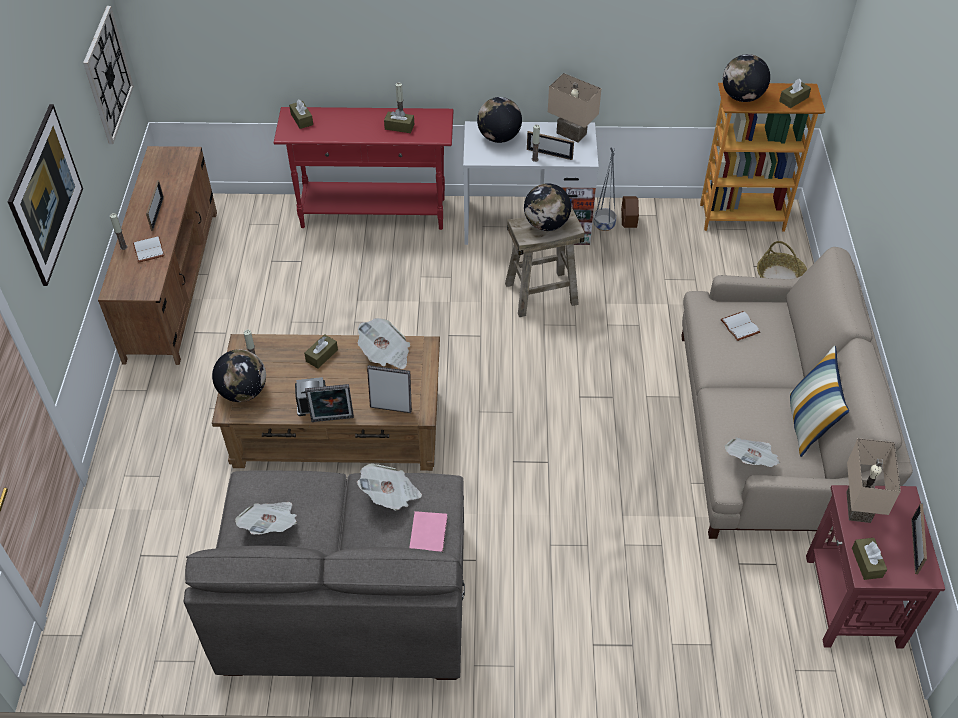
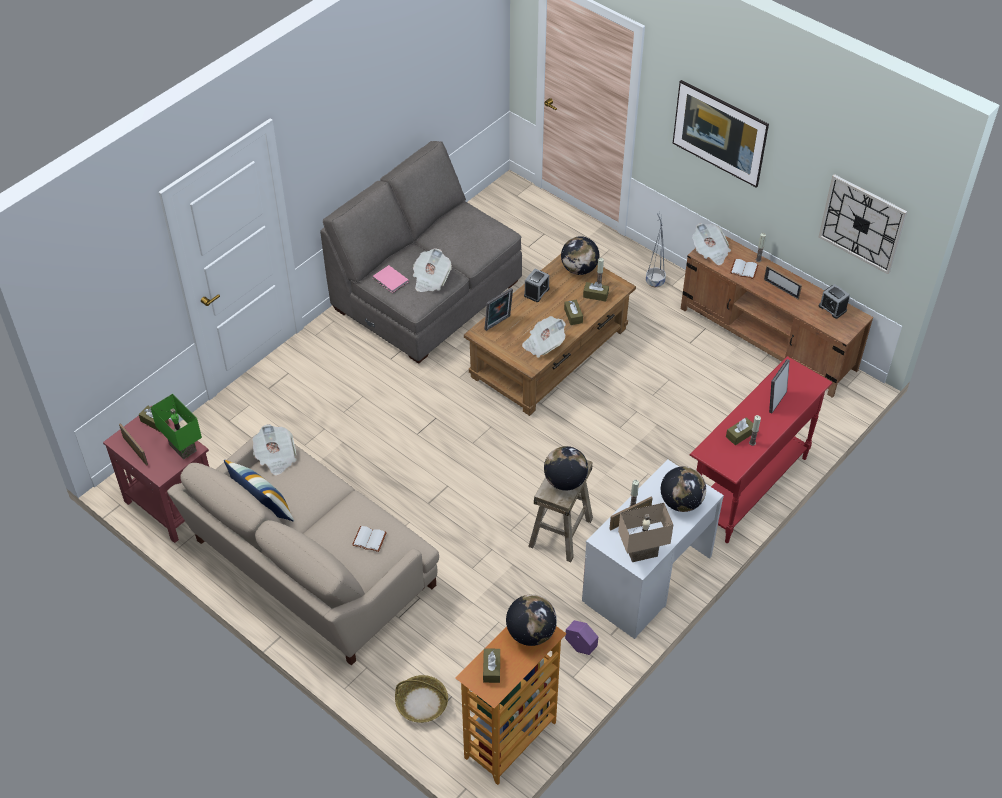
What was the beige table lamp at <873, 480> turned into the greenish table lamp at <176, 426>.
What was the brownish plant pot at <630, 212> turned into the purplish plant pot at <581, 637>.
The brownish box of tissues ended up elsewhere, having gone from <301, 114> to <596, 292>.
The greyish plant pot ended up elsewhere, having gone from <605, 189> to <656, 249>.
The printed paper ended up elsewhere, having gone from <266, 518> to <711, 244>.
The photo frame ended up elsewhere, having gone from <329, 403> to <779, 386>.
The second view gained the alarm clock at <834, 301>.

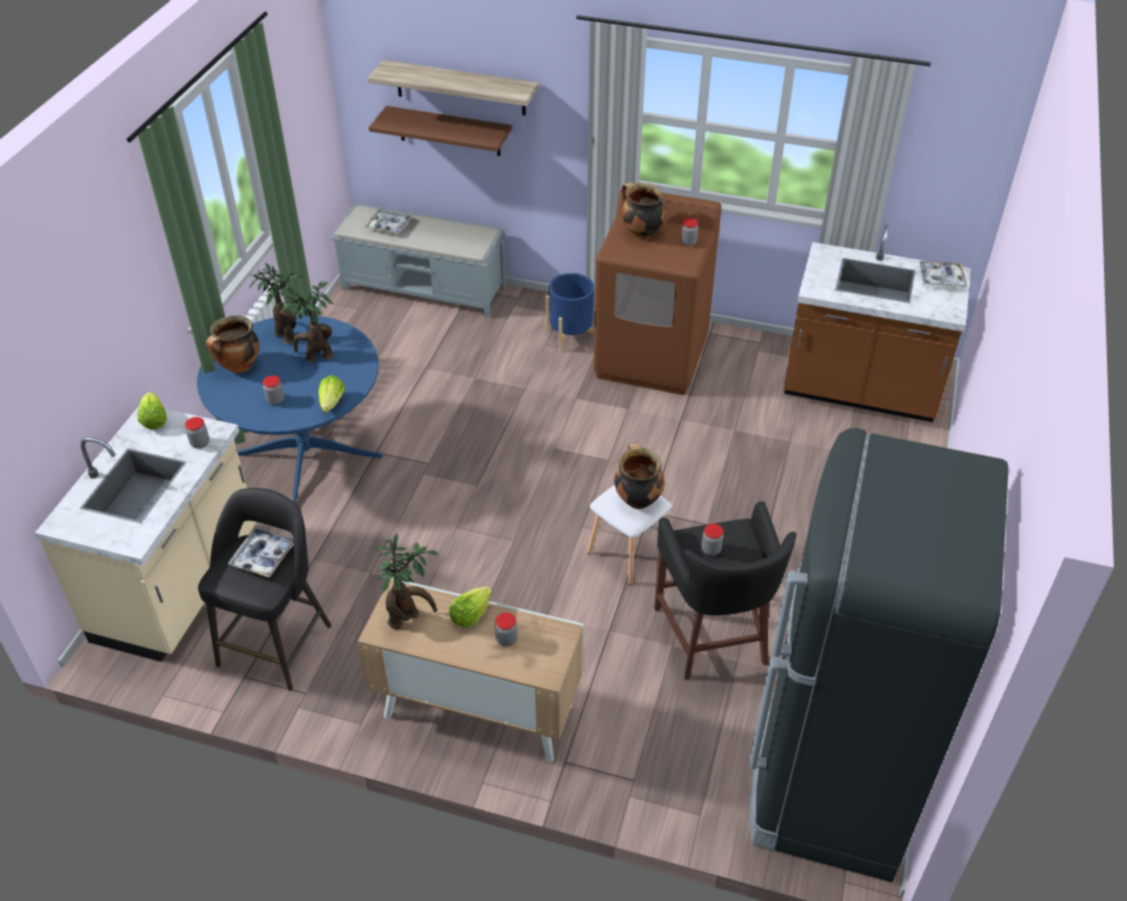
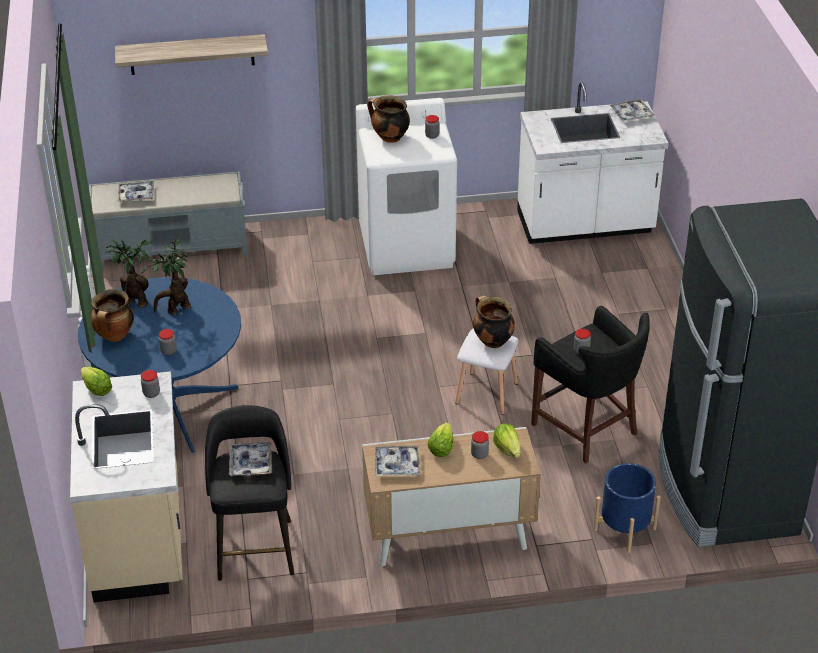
What was the brownish laundry appliance at <658, 292> turned into the whitish laundry appliance at <406, 186>.
Where the houseplant stood at <407, 582>, the tray came to stand at <398, 460>.
The head of lettuce ended up elsewhere, having gone from <332, 393> to <506, 440>.
What was the brownish kitchen base unit at <877, 323> turned into the whitish kitchen base unit at <593, 163>.
The bluish plant pot ended up elsewhere, having gone from <570, 312> to <627, 508>.
The second view lost the brownish bracket shelf at <440, 131>.

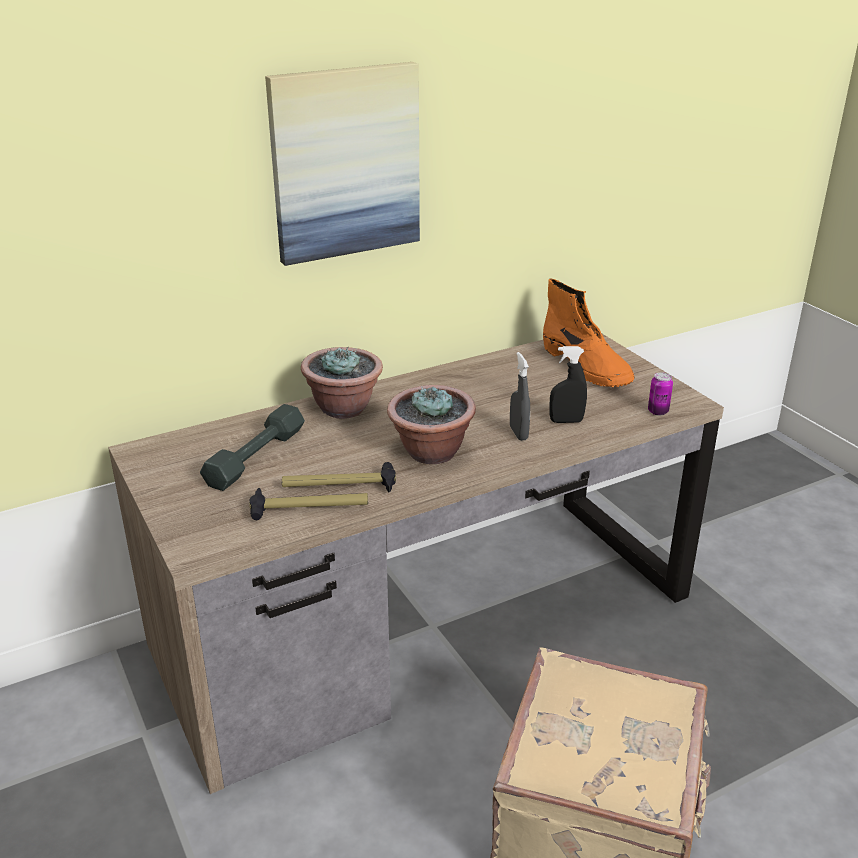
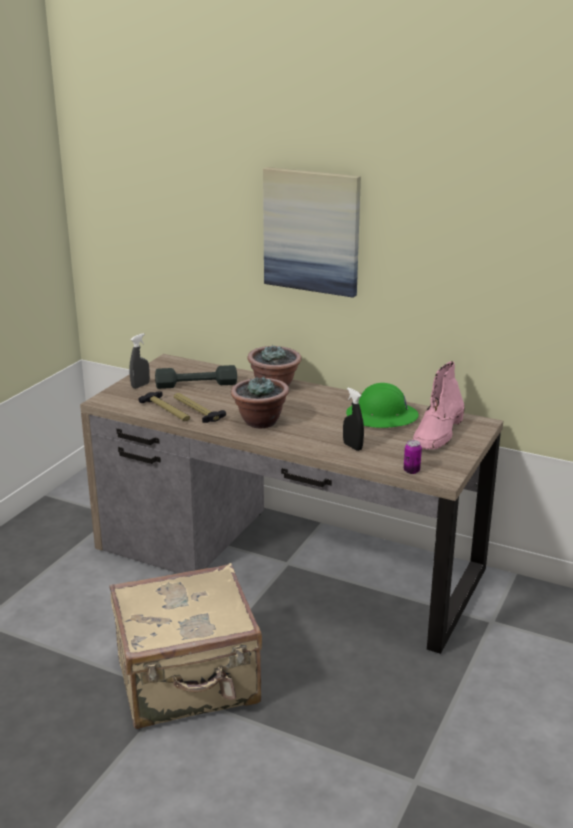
The greyish hand sprayer ended up elsewhere, having gone from <520, 396> to <139, 361>.
The second view gained the greenish hard hat at <382, 405>.
What was the orange tall boot at <589, 333> turned into the pink-coloured tall boot at <439, 405>.

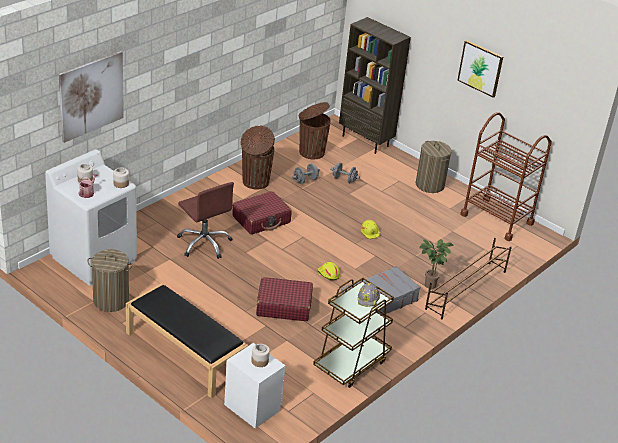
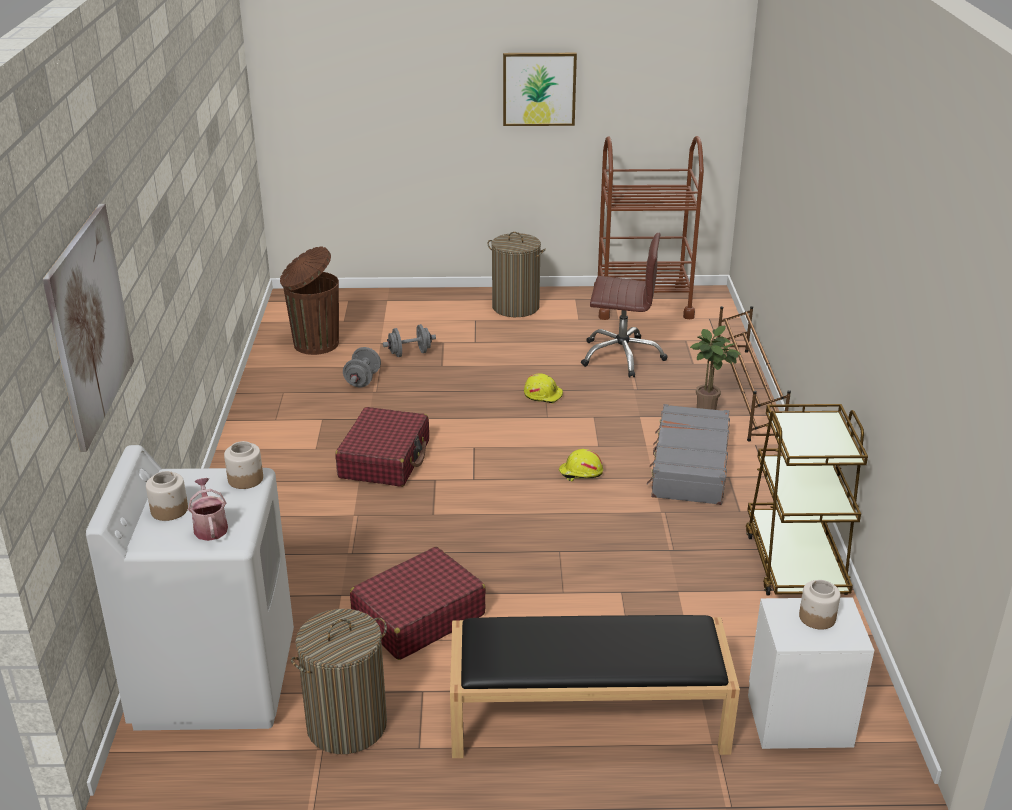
The reddish suitcase ended up elsewhere, having gone from <284, 299> to <418, 603>.
The brownish office chair ended up elsewhere, having gone from <205, 220> to <624, 305>.
The second view lost the brownish trash can at <258, 158>.
The second view lost the brownish bookcase at <375, 85>.
The second view lost the greyish hard hat at <369, 295>.

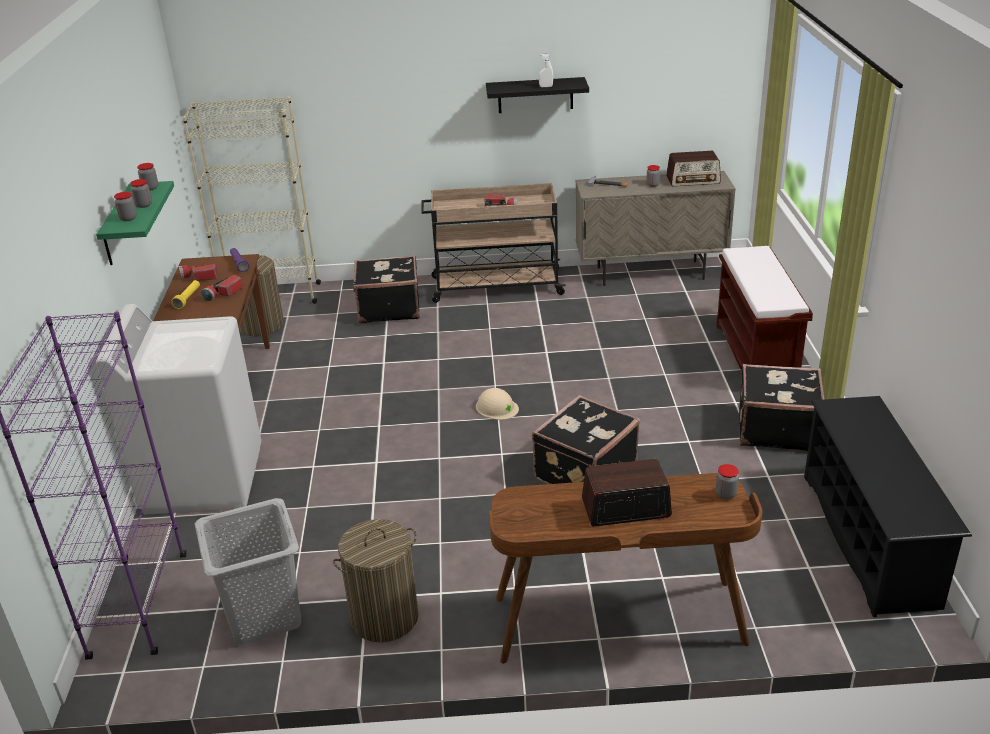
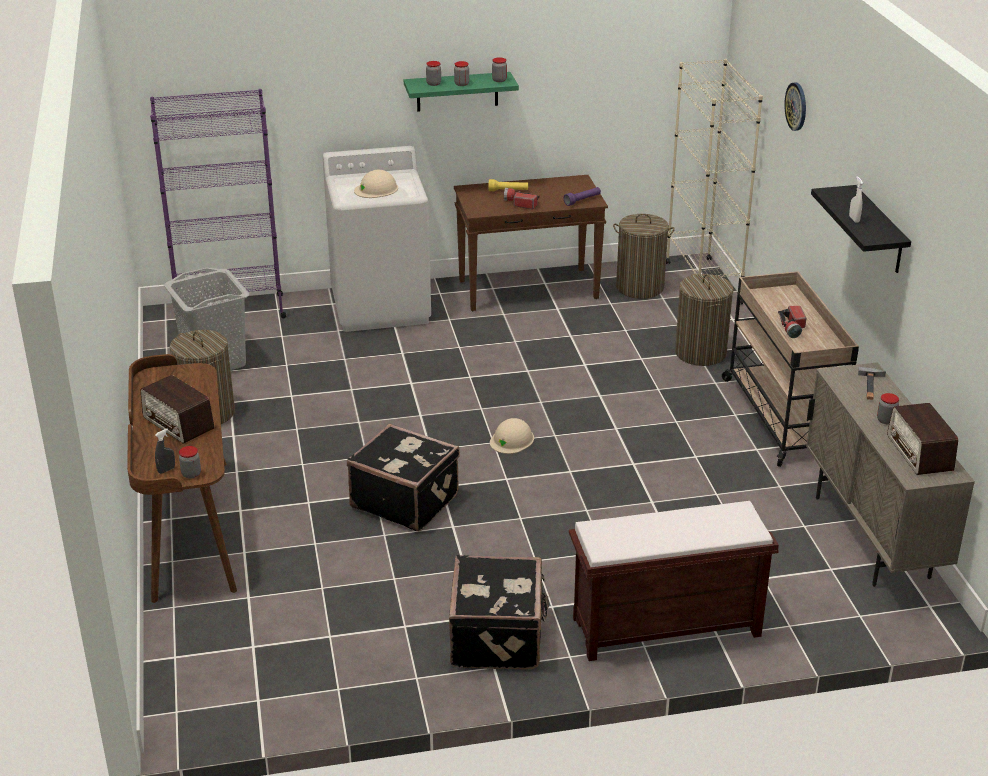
The radio receiver at <627, 493> ended up facing another way, 150 degrees clockwise from before.
The second view gained the greyish hand sprayer at <165, 451>.
The second view gained the beige hard hat at <376, 184>.
Where the blackish suitcase stood at <386, 289>, the washing basket came to stand at <704, 320>.
The second view gained the hanging clock at <795, 106>.
The second view lost the torch at <198, 272>.
The second view lost the blackish shoe shelf at <888, 506>.

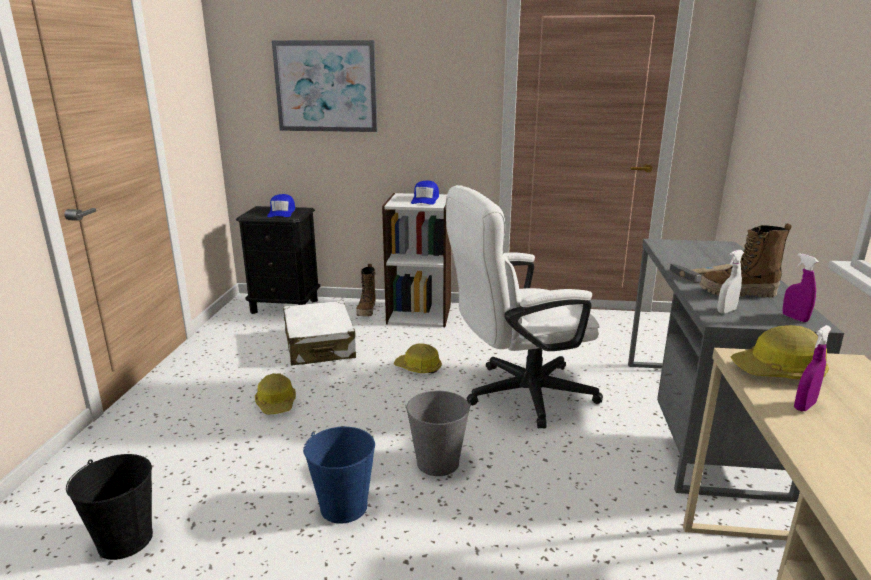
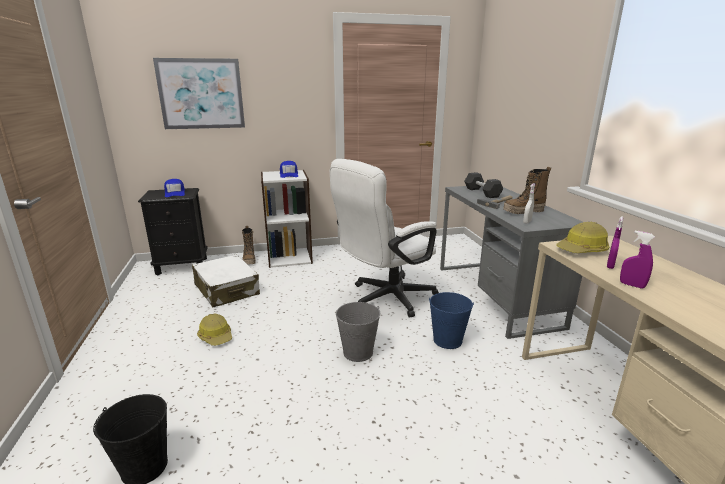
The bluish bucket ended up elsewhere, having gone from <339, 475> to <451, 320>.
The second view gained the blackish free weight at <483, 185>.
The purplish hand sprayer ended up elsewhere, having gone from <800, 287> to <637, 260>.
The second view lost the hard hat at <418, 358>.

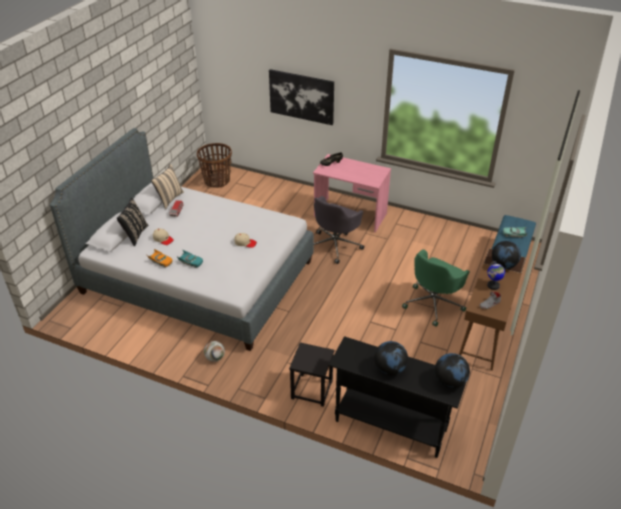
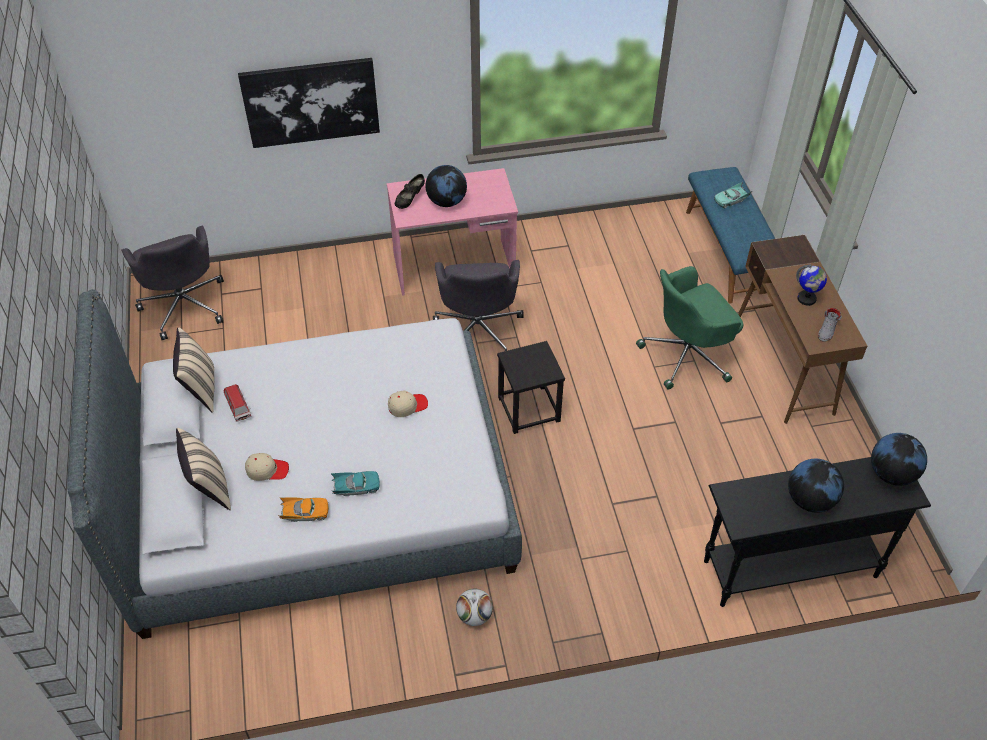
Where the household basket stood at <214, 165>, the greyish office chair came to stand at <172, 283>.
What was the blackish throw pillow at <132, 222> turned into the beige throw pillow at <203, 469>.
The world globe ended up elsewhere, having gone from <506, 255> to <446, 186>.
The blackish stool seat ended up elsewhere, having gone from <311, 374> to <531, 387>.
The greenish office chair at <436, 288> ended up facing another way, 60 degrees clockwise from before.

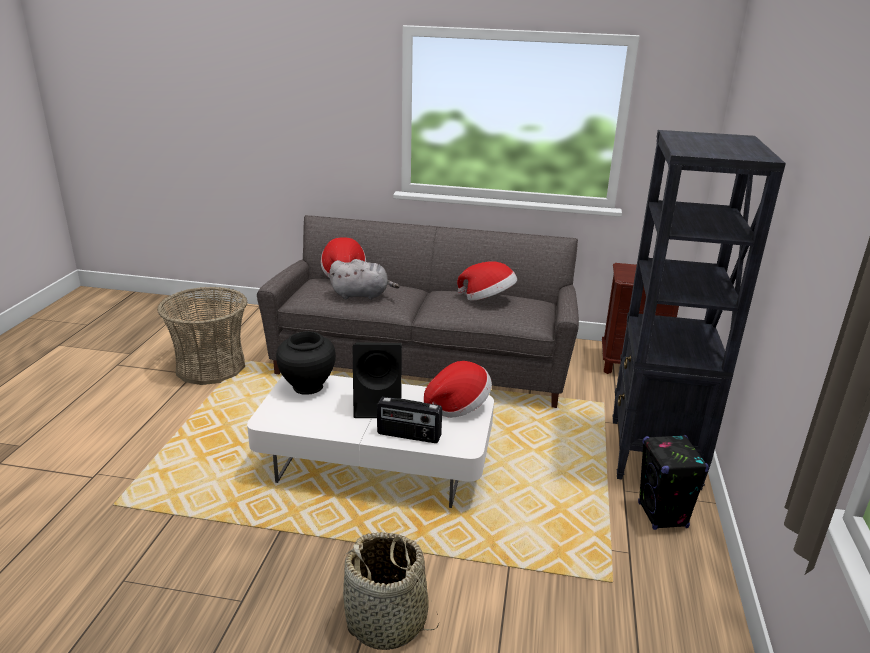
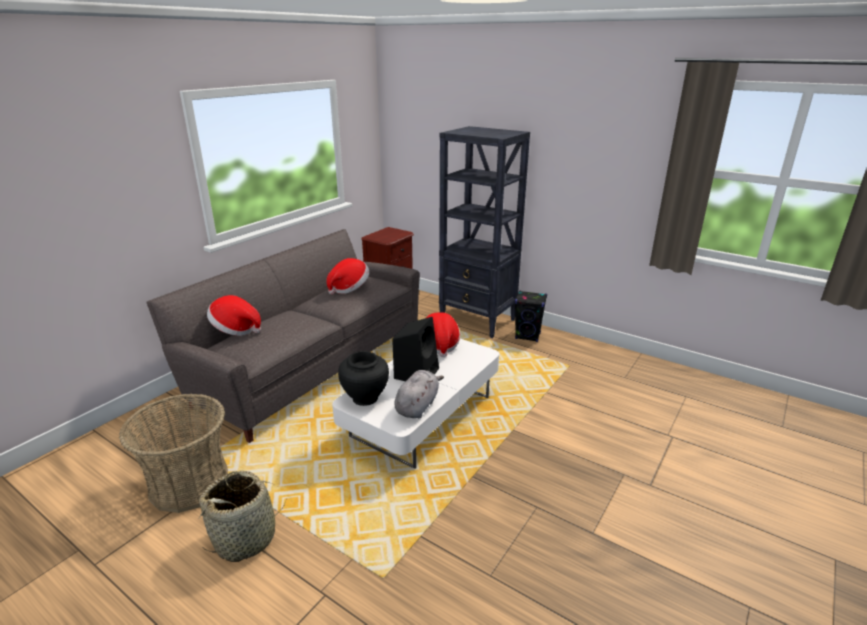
The household basket ended up elsewhere, having gone from <391, 591> to <242, 516>.
The greyish plush toy ended up elsewhere, having gone from <364, 279> to <419, 394>.
The second view lost the radio receiver at <409, 420>.

